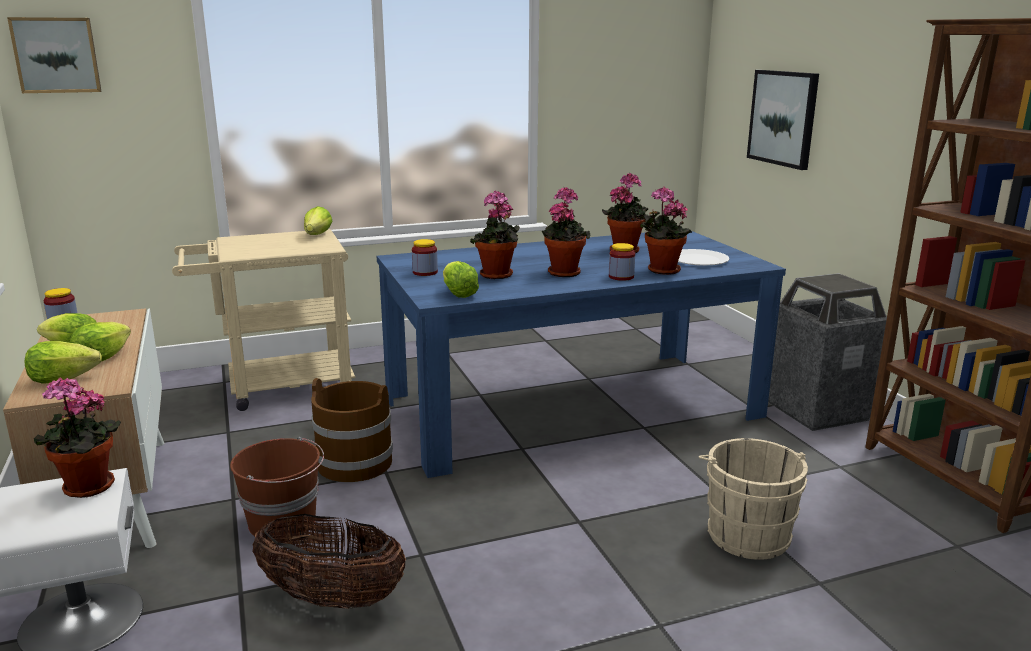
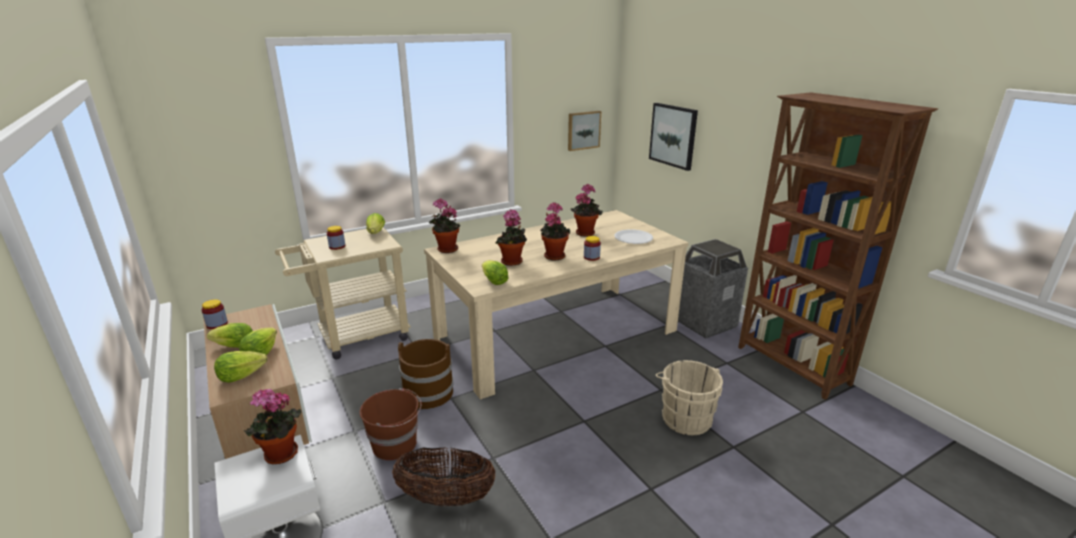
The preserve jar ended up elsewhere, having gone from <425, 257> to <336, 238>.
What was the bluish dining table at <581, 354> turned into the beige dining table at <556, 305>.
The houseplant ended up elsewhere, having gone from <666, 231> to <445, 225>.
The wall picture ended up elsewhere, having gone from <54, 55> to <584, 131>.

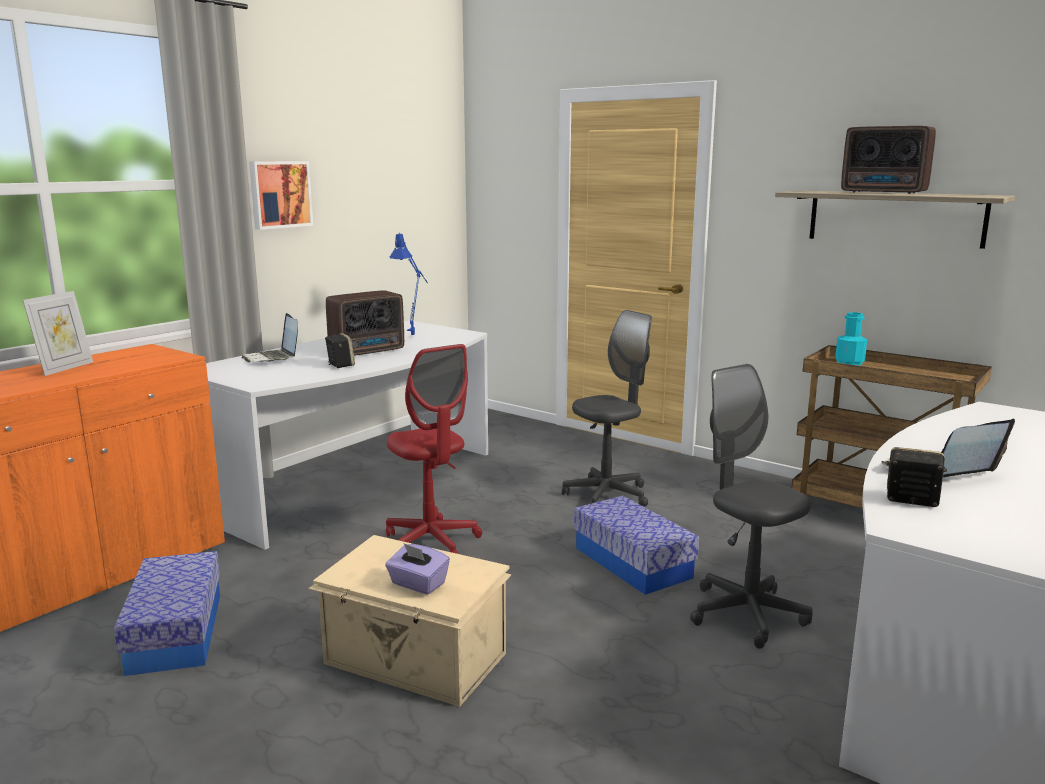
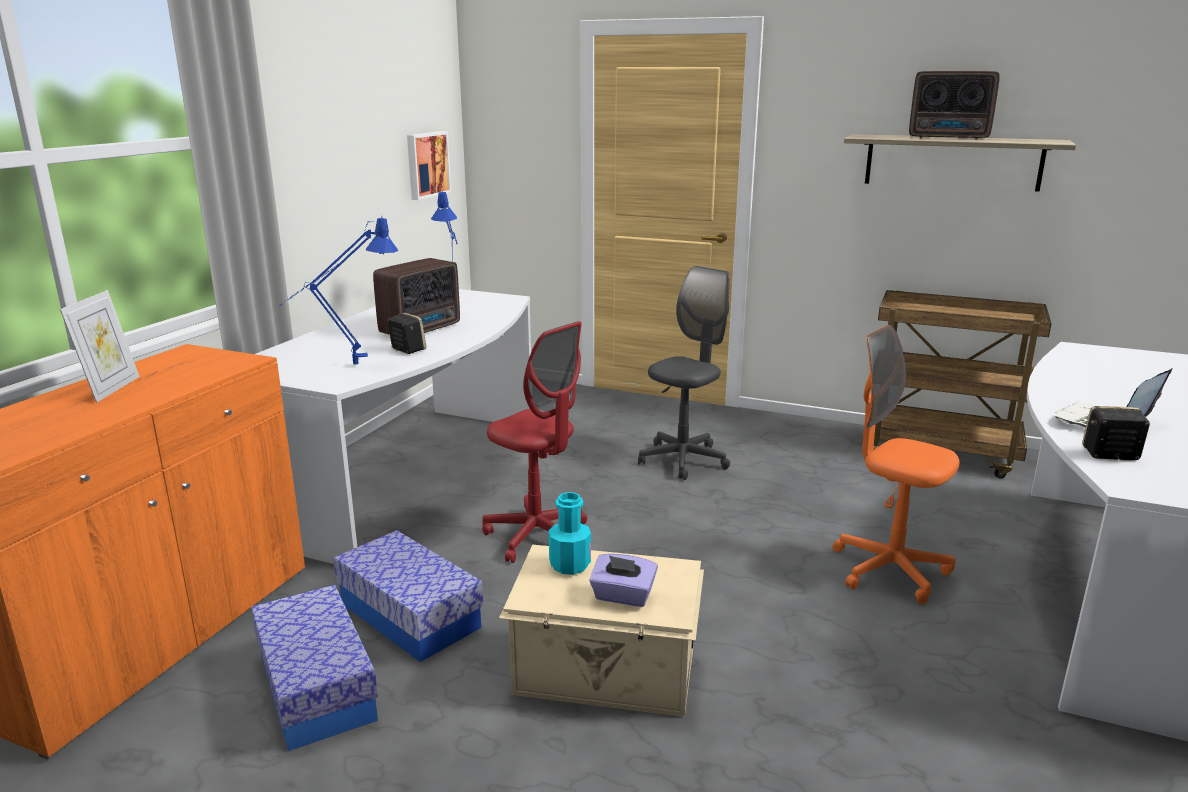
The second view gained the bluish table lamp at <338, 291>.
The storage container ended up elsewhere, having gone from <636, 545> to <408, 596>.
The wall picture ended up elsewhere, having gone from <281, 195> to <429, 165>.
The turquoise beverage bottle ended up elsewhere, having gone from <851, 339> to <570, 533>.
What was the greyish office chair at <751, 506> turned into the orange office chair at <896, 464>.
The second view lost the notebook computer at <269, 337>.

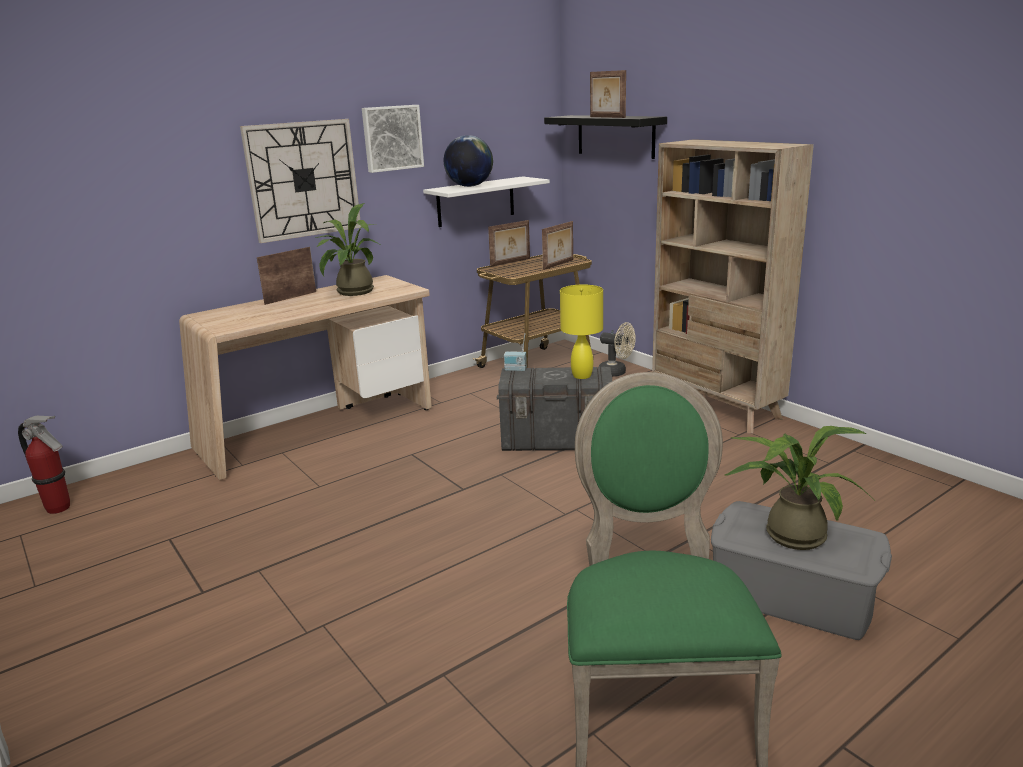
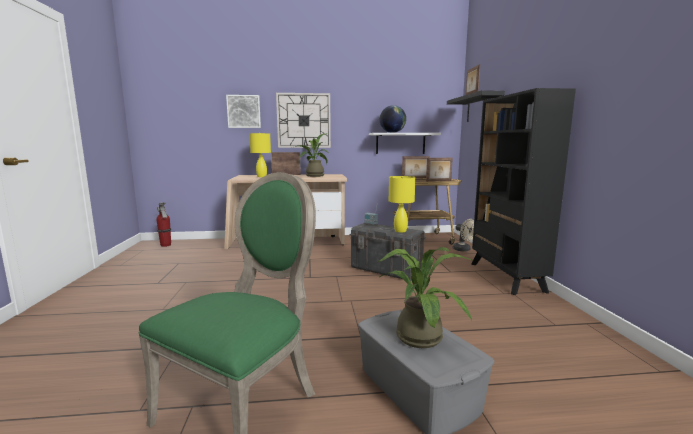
The wall picture ended up elsewhere, having gone from <393, 139> to <243, 111>.
The second view gained the yellow-coloured table lamp at <260, 155>.
What was the beige bookcase at <733, 286> turned into the blackish bookcase at <523, 191>.

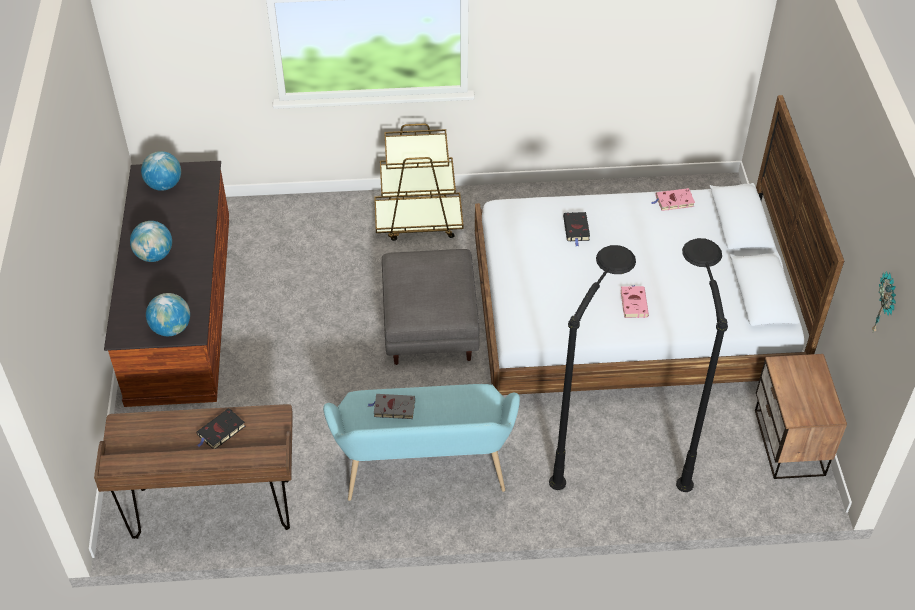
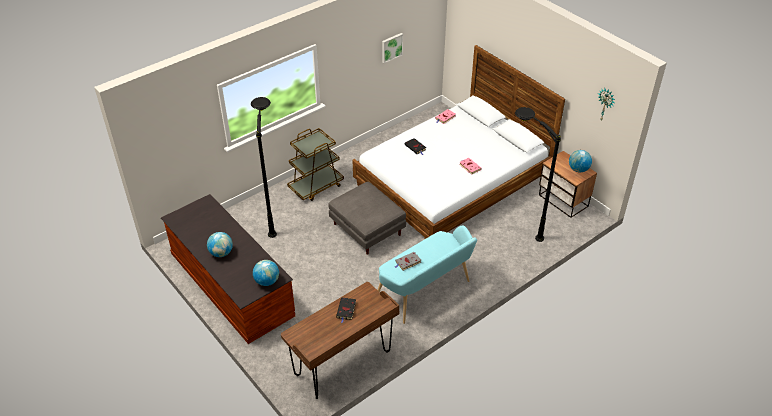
The blackish standing lamp ended up elsewhere, having gone from <592, 367> to <264, 167>.
The second view gained the wall picture at <392, 48>.
The world globe ended up elsewhere, having gone from <161, 171> to <580, 161>.

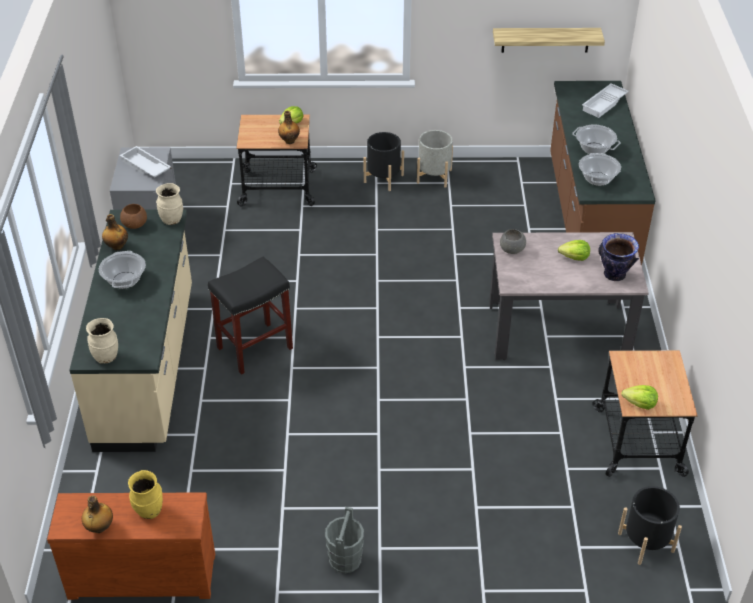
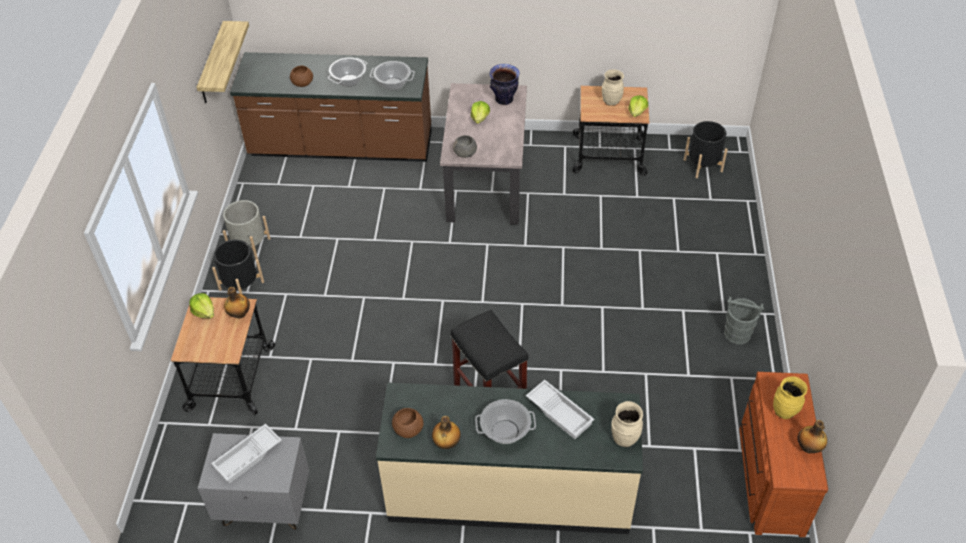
The second view gained the brownish bowl at <301, 76>.
The whitish tray ended up elsewhere, having gone from <605, 100> to <560, 409>.
The beige decorative vase ended up elsewhere, having gone from <169, 204> to <613, 87>.

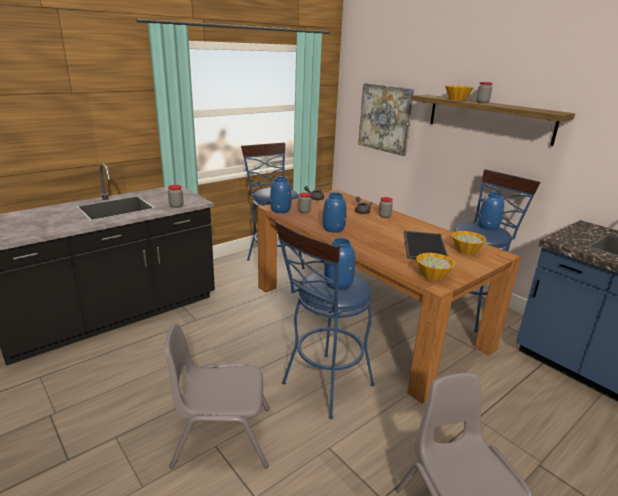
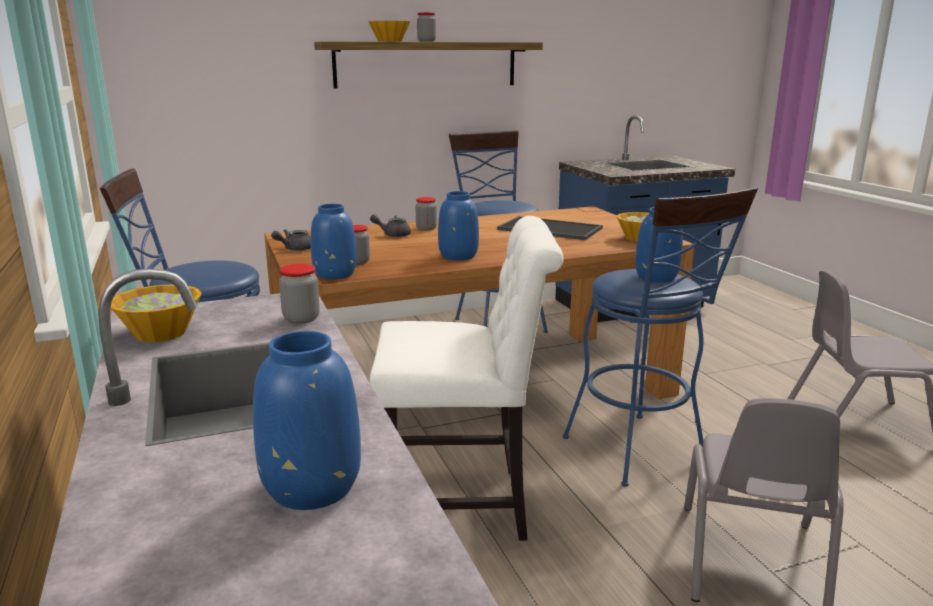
The bowl ended up elsewhere, having gone from <469, 243> to <156, 313>.
The bluish decorative vase ended up elsewhere, having gone from <491, 211> to <307, 420>.
The second view gained the whitish chair at <467, 378>.
The second view lost the wall picture at <386, 119>.

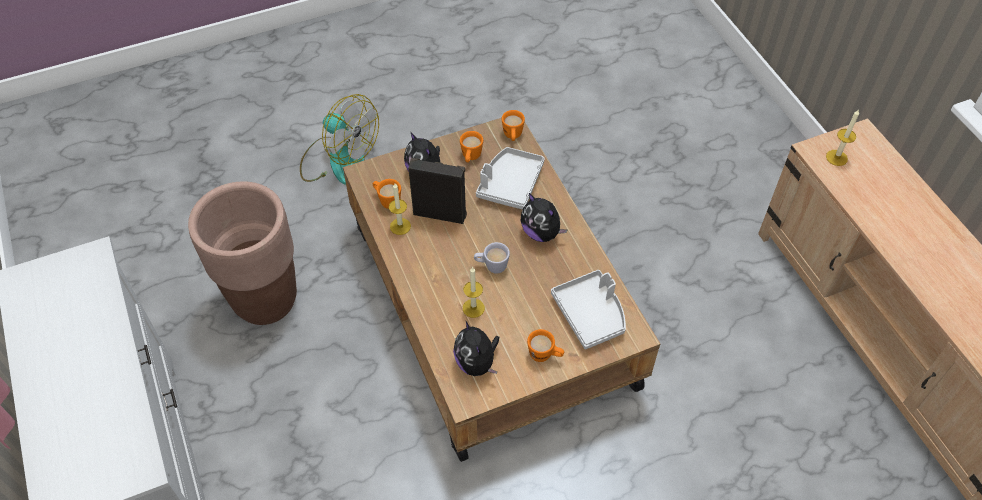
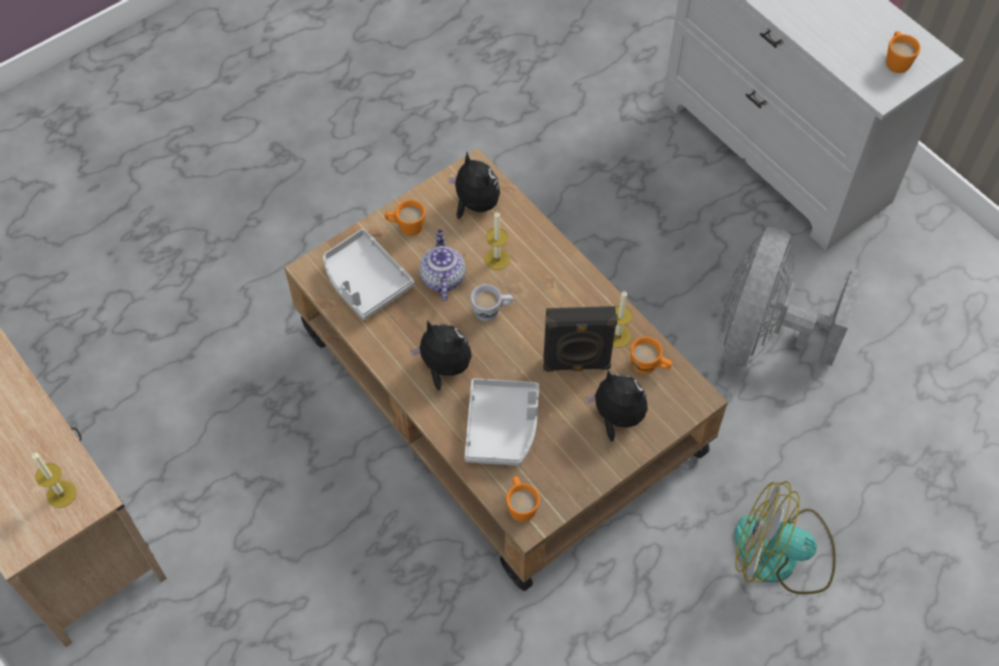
The second view gained the tea pot at <442, 265>.
Where the brownish plant pot stood at <242, 253>, the greyish fan came to stand at <792, 297>.
The orange mug ended up elsewhere, having gone from <471, 146> to <903, 52>.

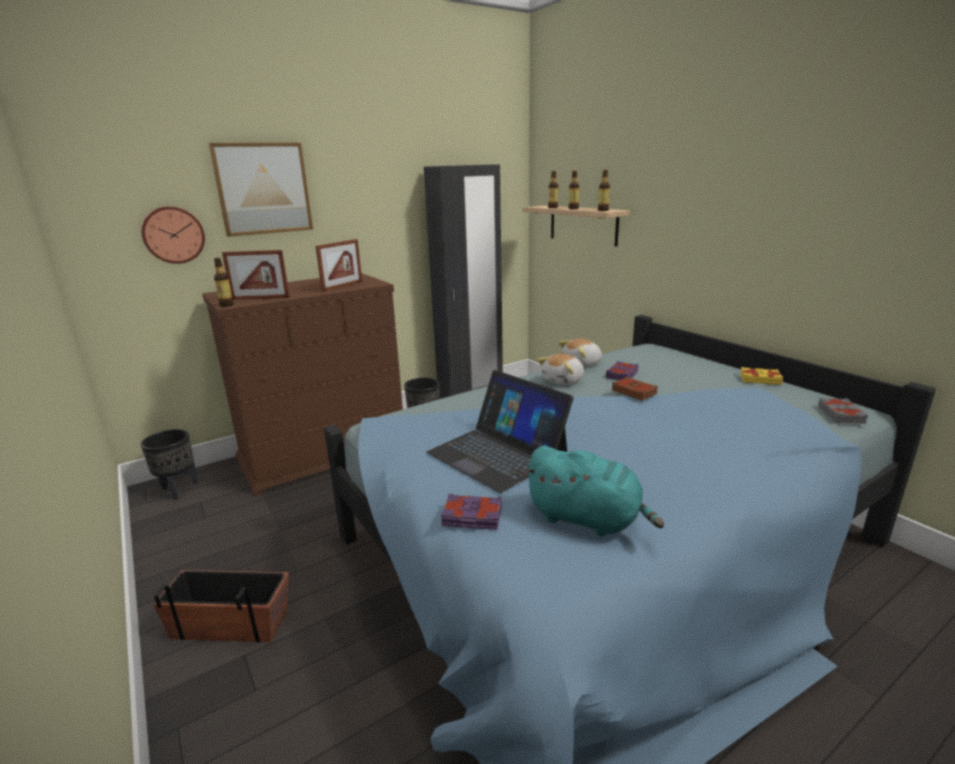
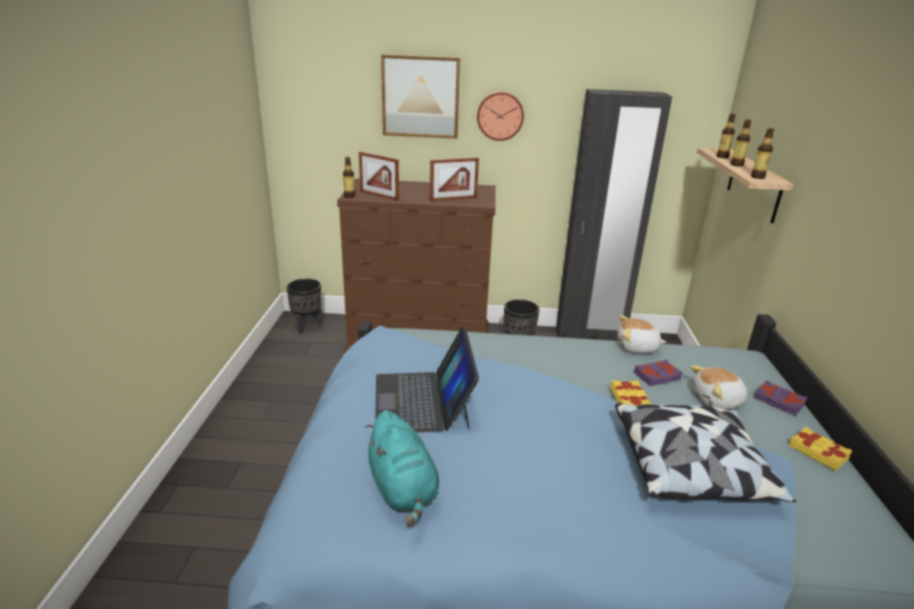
The hanging clock ended up elsewhere, having gone from <173, 235> to <500, 116>.
What was the brownish book at <635, 388> turned into the yellow-coloured book at <630, 393>.
The second view gained the throw pillow at <705, 452>.
The plush toy ended up elsewhere, having gone from <560, 369> to <719, 387>.
The purplish book ended up elsewhere, having gone from <471, 512> to <781, 398>.
The second view lost the plant pot at <221, 606>.
The second view lost the greyish book at <843, 411>.

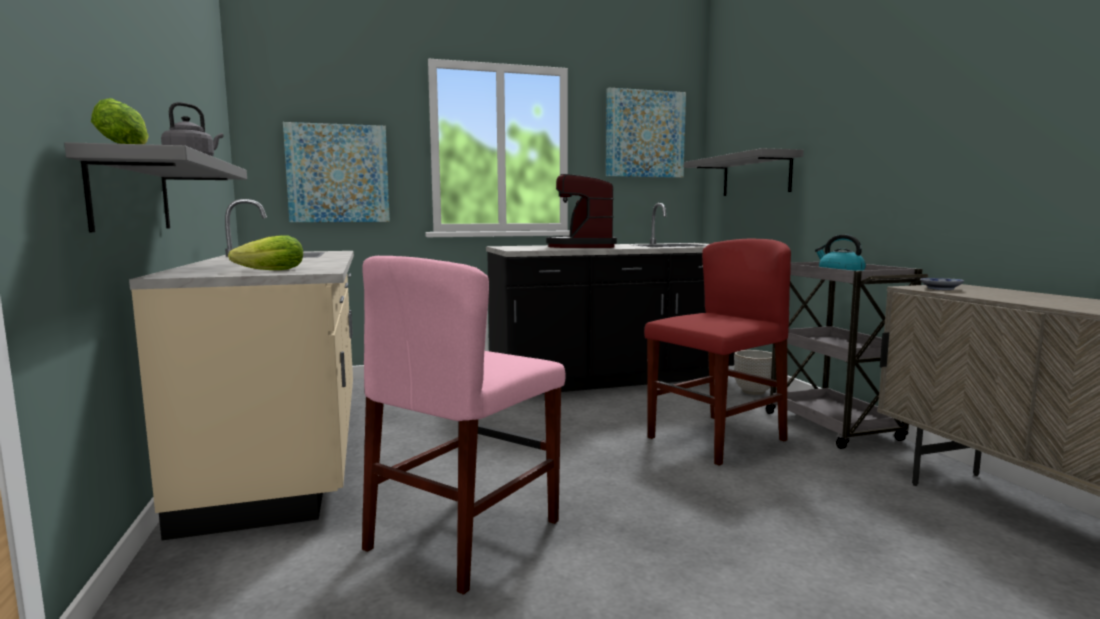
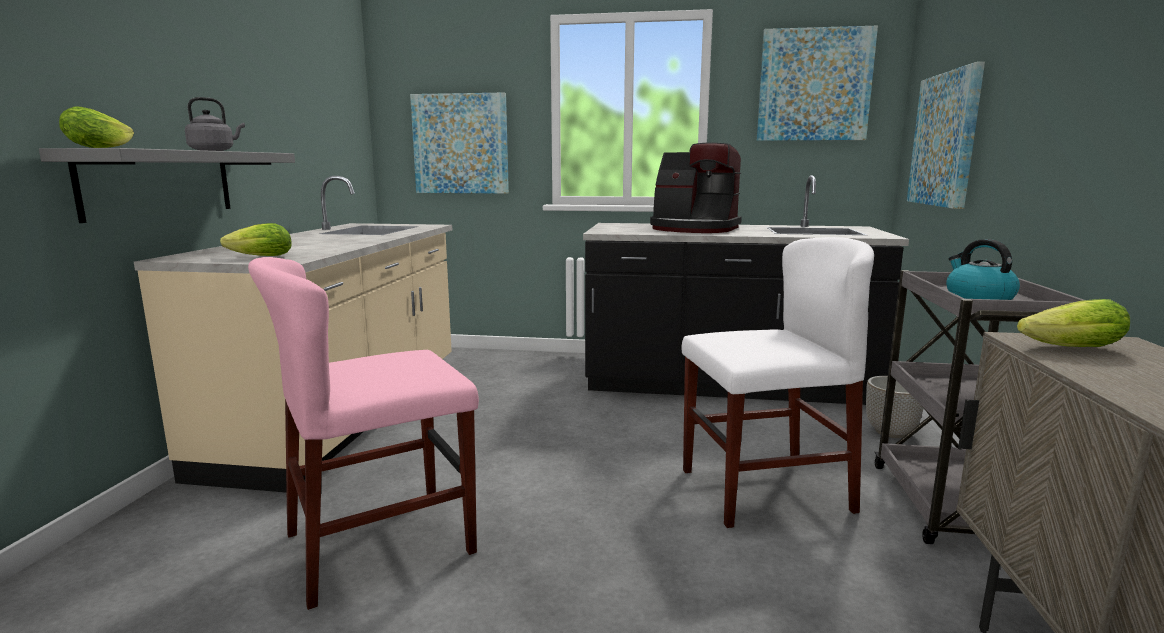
The coffee machine at <581, 211> ended up facing another way, 90 degrees counterclockwise from before.
What was the reddish chair at <717, 352> turned into the whitish chair at <777, 382>.
Where the greyish bracket shelf hung at <744, 172>, the wall picture came to hang at <946, 135>.
Where the bowl stood at <942, 284>, the head of lettuce came to stand at <1073, 323>.

